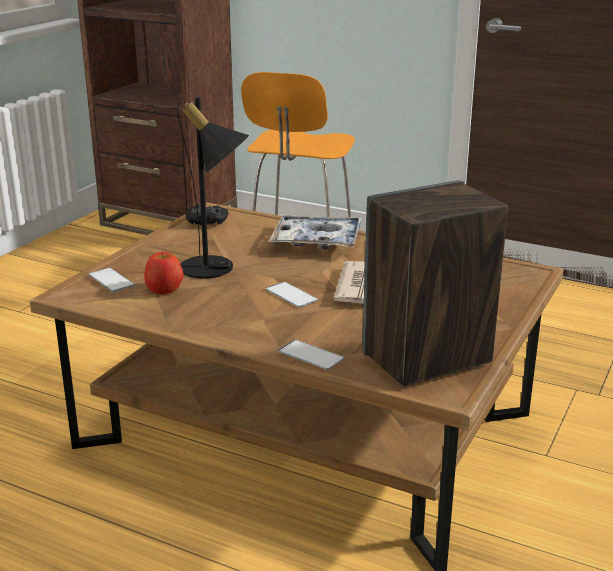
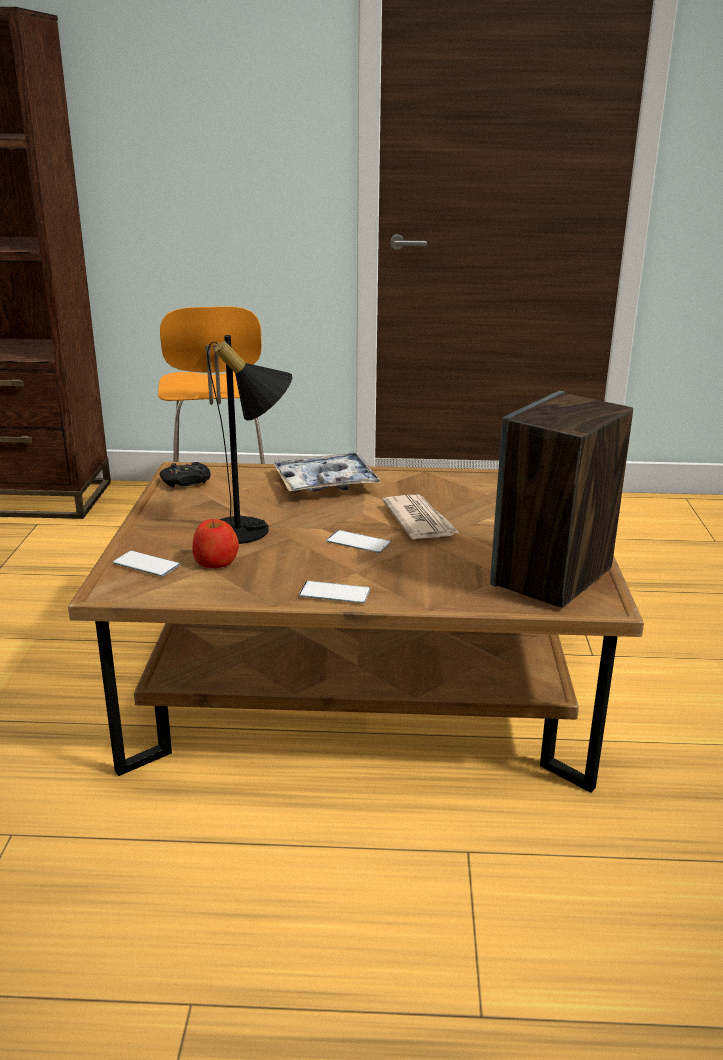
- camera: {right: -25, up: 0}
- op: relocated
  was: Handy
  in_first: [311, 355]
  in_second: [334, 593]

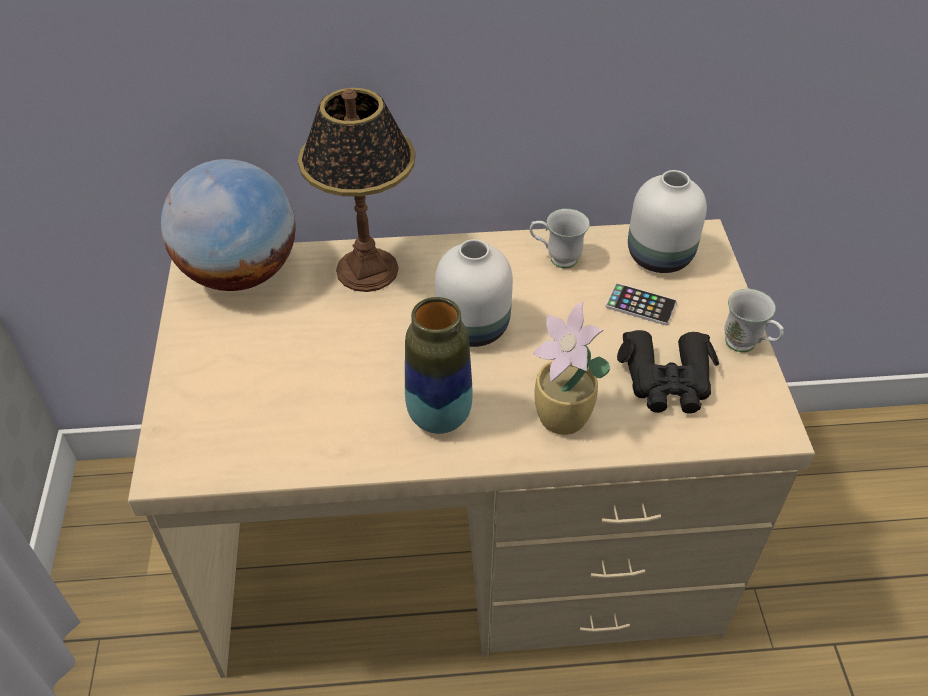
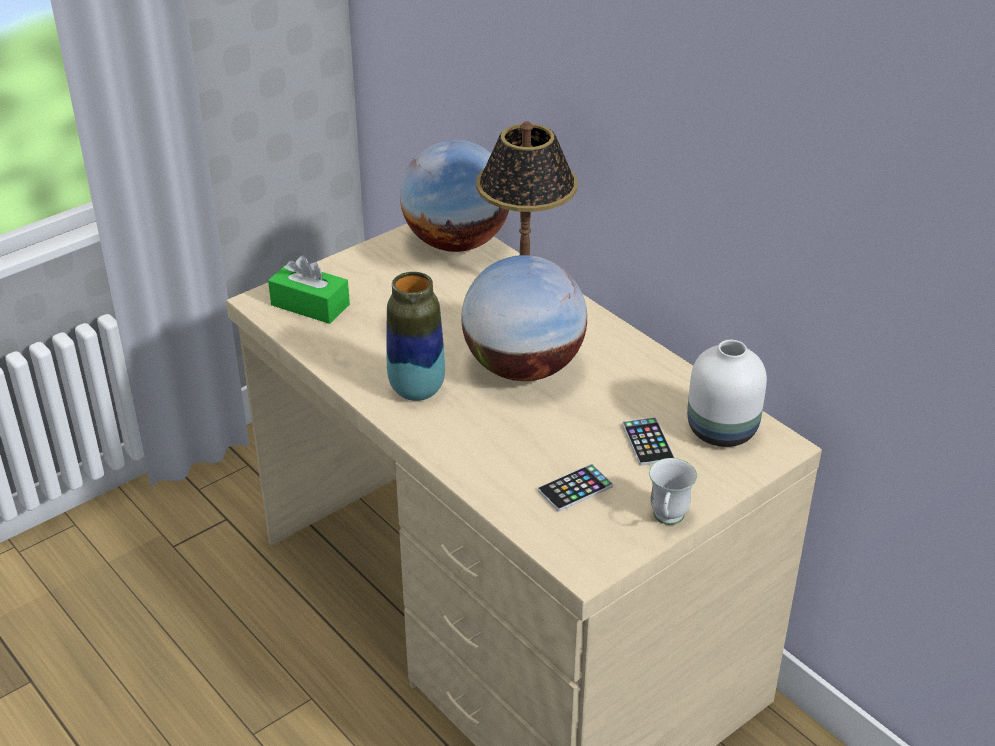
- camera: {right: 55, up: -10}
- op: missing
  was: Henkelbecher [weiß]
  in_first: [556, 259]
- op: missing
  was: Topfpflanze
  in_first: [562, 420]
- op: appeared
  now: Taschentuchbox [grün]
  in_second: [310, 305]
- op: exchanged
  was: Vase [weiß]
  now: Globus
  in_first: [475, 327]
  in_second: [523, 368]
- op: exchanged
  was: Fernglas [schwarz]
  now: Handy
  in_first: [667, 381]
  in_second: [575, 488]

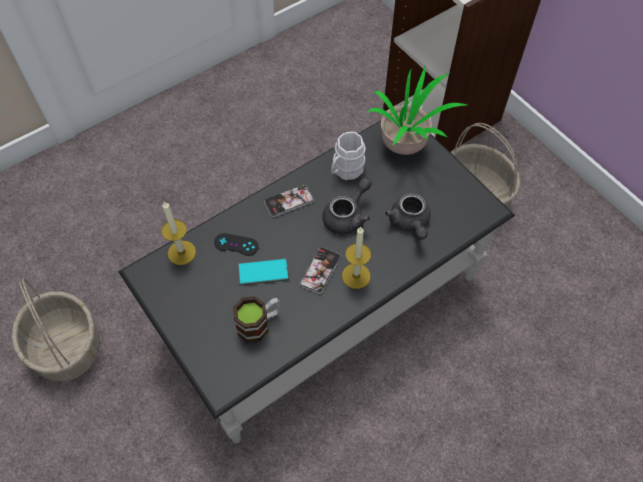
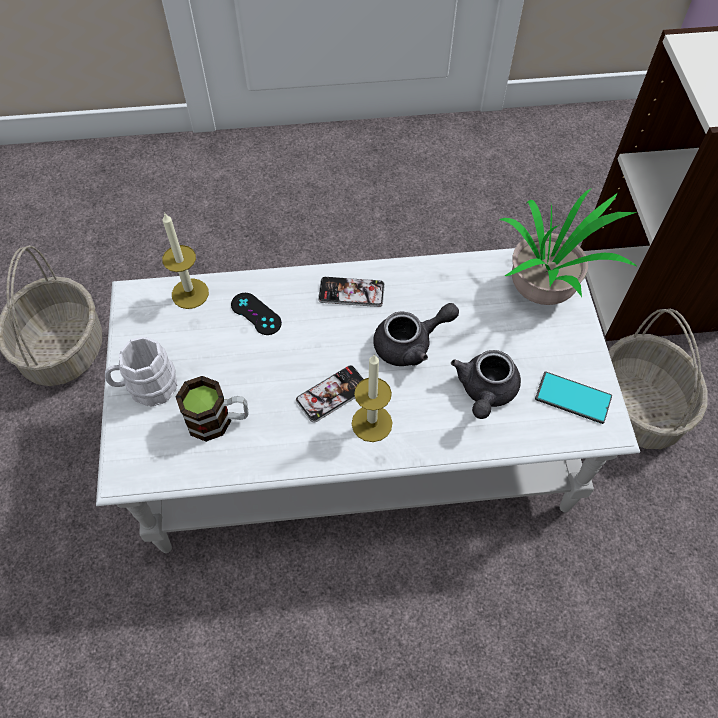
- camera: {right: 30, up: 0}
- op: relocated
  was: Handy
  in_first: [263, 272]
  in_second: [572, 398]
- op: relocated
  was: Henkelbecher [weiß]
  in_first: [345, 170]
  in_second: [147, 388]
- op: colour
  was: Couchtisch [schwarz]
  now: Couchtisch [weiß]
  in_first: [321, 305]
  in_second: [359, 445]

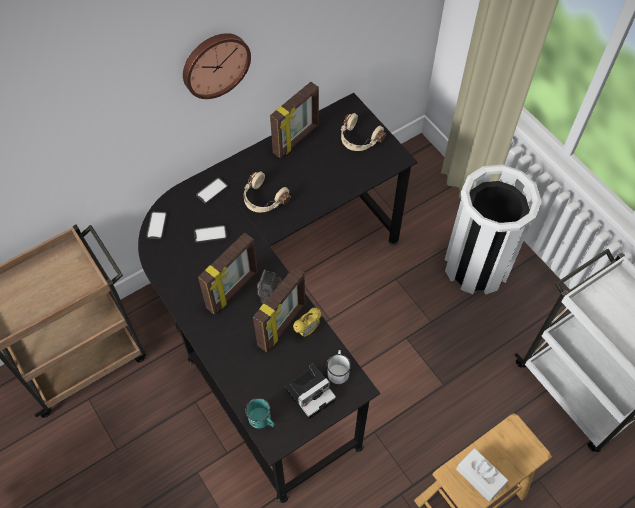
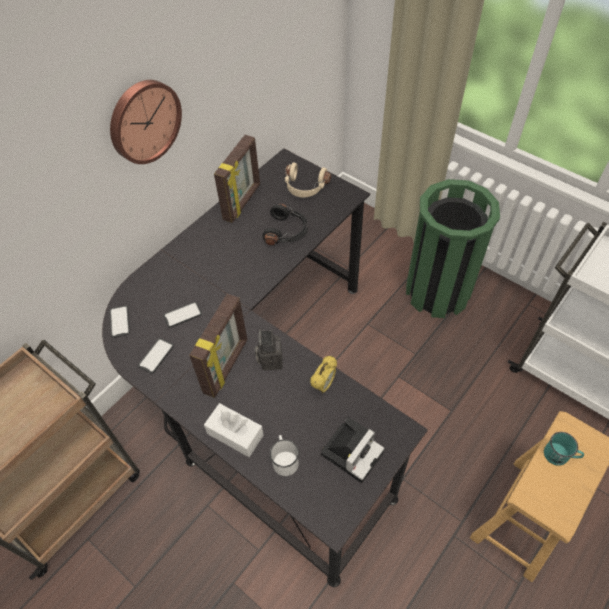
- camera: {right: -15, up: -5}
- op: missing
  was: Kopfhörer [beige]
  in_first: [263, 199]
- op: missing
  was: Bilderrahmen
  in_first: [282, 325]
- op: appeared
  now: Kopfhörer [schwarz]
  in_second: [287, 232]
- op: relocated
  was: Handy
  in_first: [212, 191]
  in_second: [156, 356]
- op: relocated
  was: Henkelbecher [türkis]
  in_first: [262, 420]
  in_second: [560, 455]
- op: relocated
  was: Henkelbecher [weiß]
  in_first: [338, 370]
  in_second: [284, 459]
- op: relocated
  was: Taschentuchbox [weiß]
  in_first: [480, 477]
  in_second: [235, 434]
- op: colour
  was: Mülleimer [weiß]
  now: Mülleimer [grün]
  in_first: [477, 266]
  in_second: [437, 292]

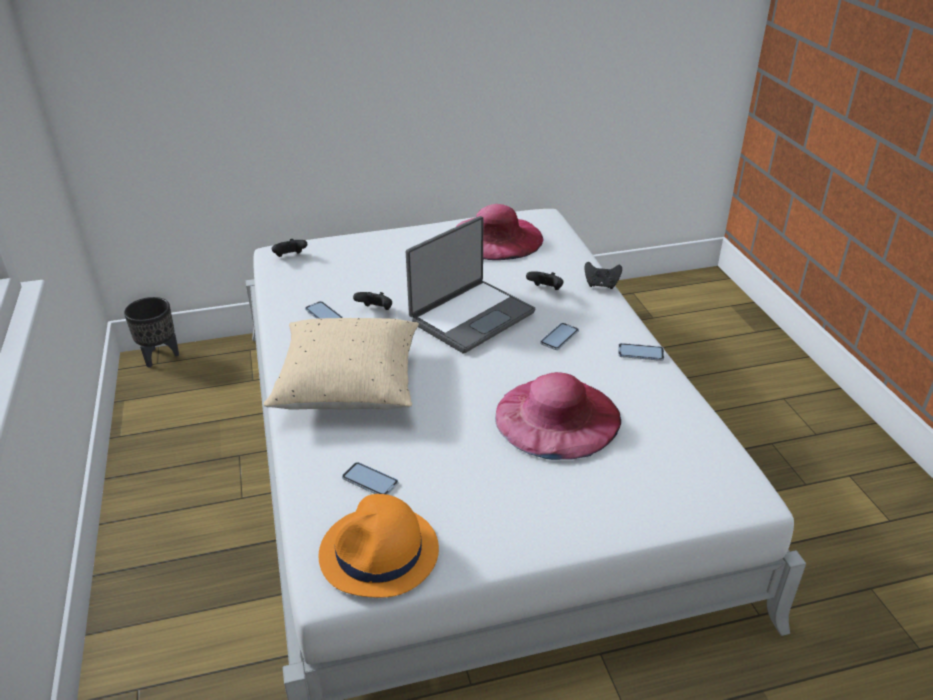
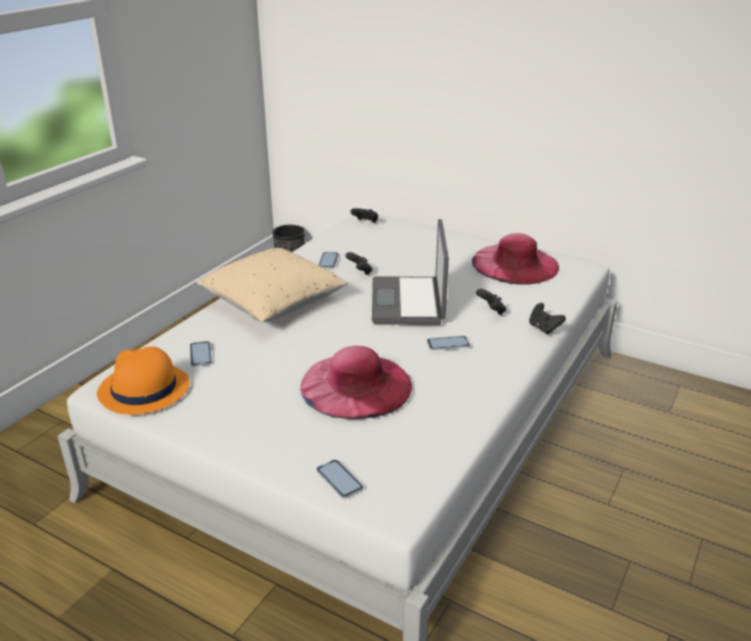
- camera: {right: 45, up: -5}
- op: relocated
  was: Handy
  in_first: [640, 353]
  in_second: [339, 480]
- op: spun
  was: Laptop
  in_first: [471, 316]
  in_second: [409, 302]
  clockwise: 90

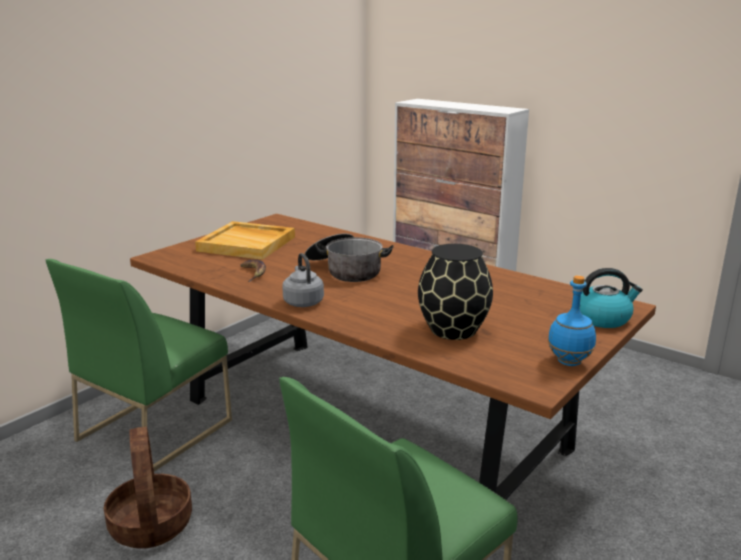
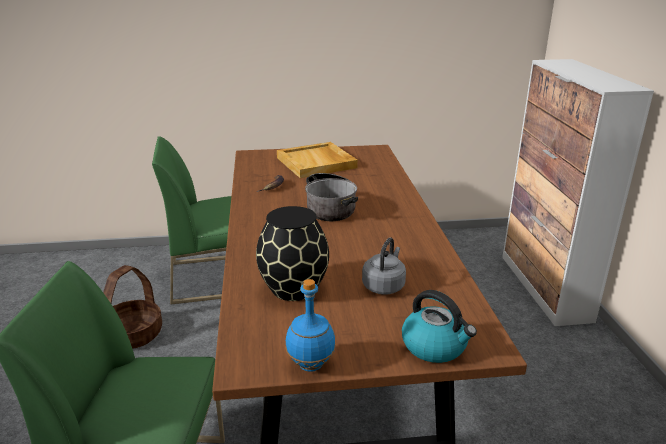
- camera: {right: 45, up: 5}
- op: relocated
  was: Wasserkessel [grau]
  in_first: [303, 302]
  in_second: [384, 285]

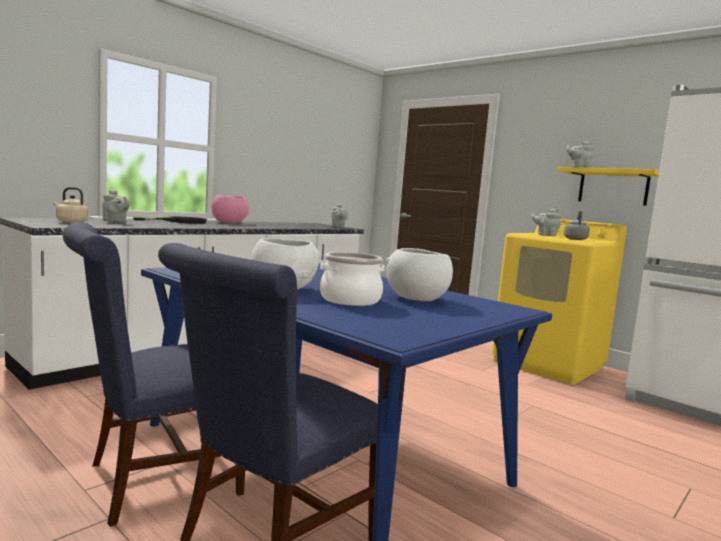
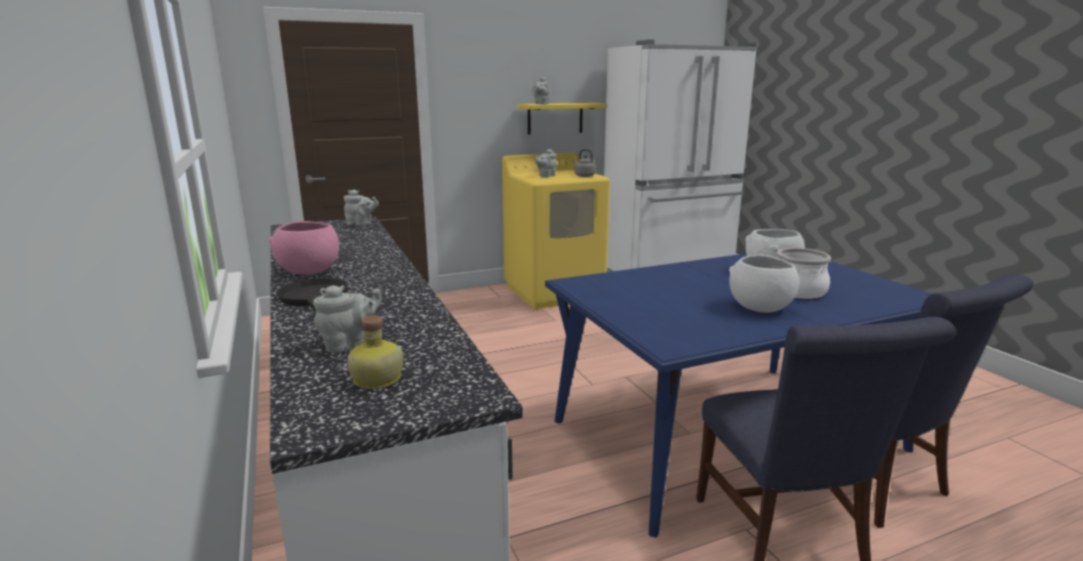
- camera: {right: -65, up: 10}
- op: exchanged
  was: Wasserkessel [beige]
  now: Flasche
  in_first: [70, 222]
  in_second: [377, 380]

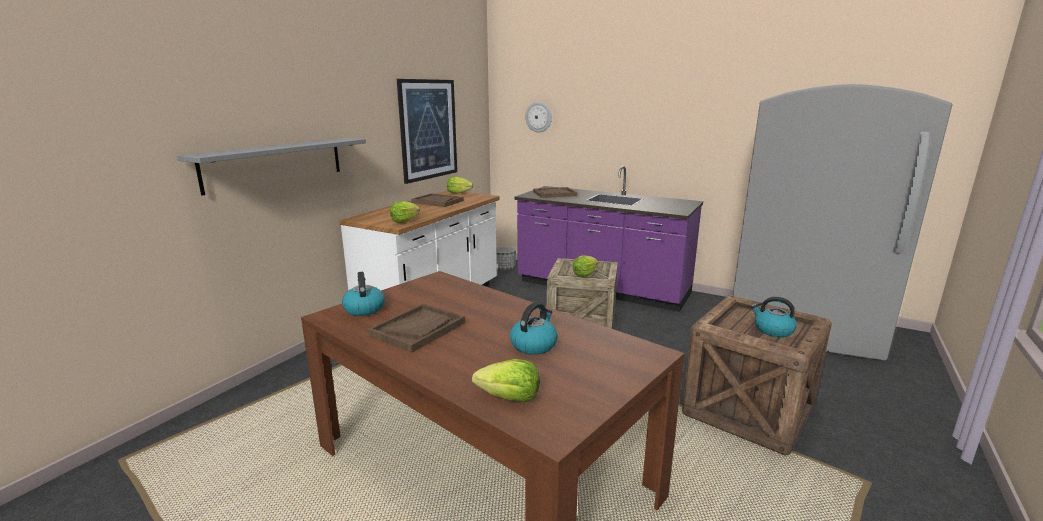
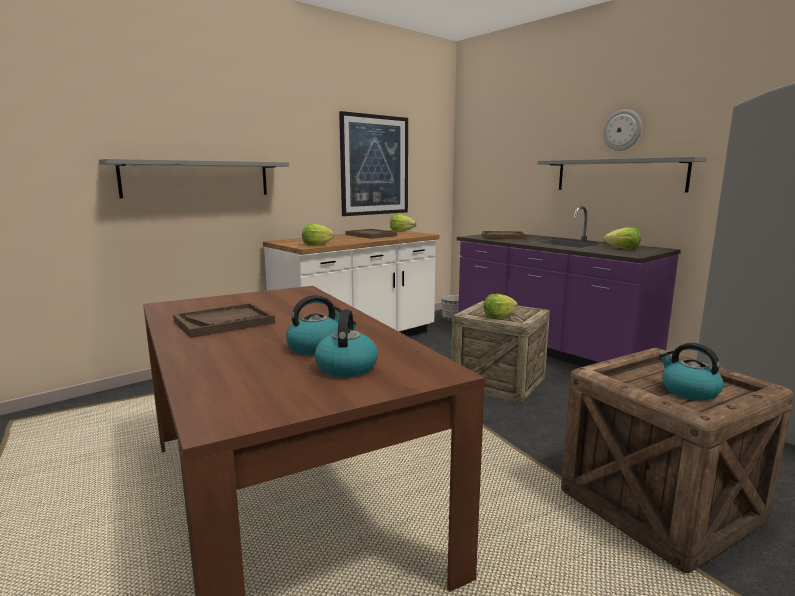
- camera: {right: 20, up: -5}
- op: appeared
  now: Wandregal [grau]
  in_second: [619, 175]
- op: relocated
  was: Wasserkessel
  in_first: [364, 309]
  in_second: [346, 367]
- op: relocated
  was: Salatkopf
  in_first: [509, 398]
  in_second: [623, 249]
- op: relocated
  was: Wanduhr
  in_first: [538, 117]
  in_second: [622, 130]

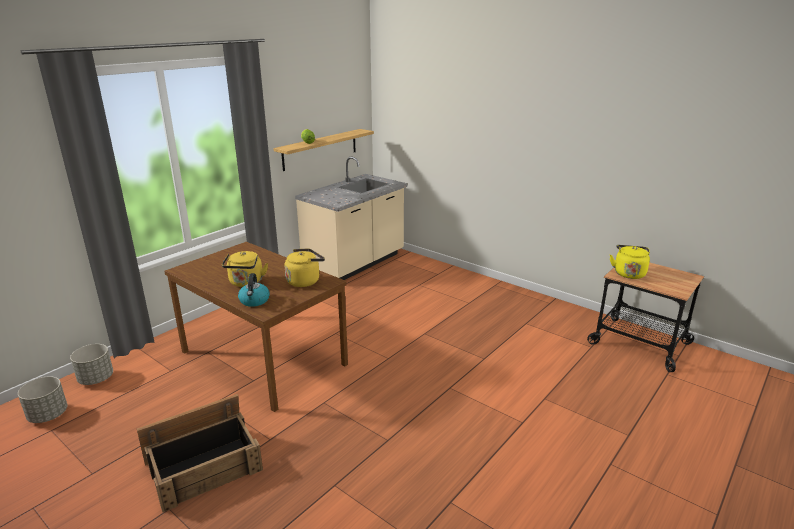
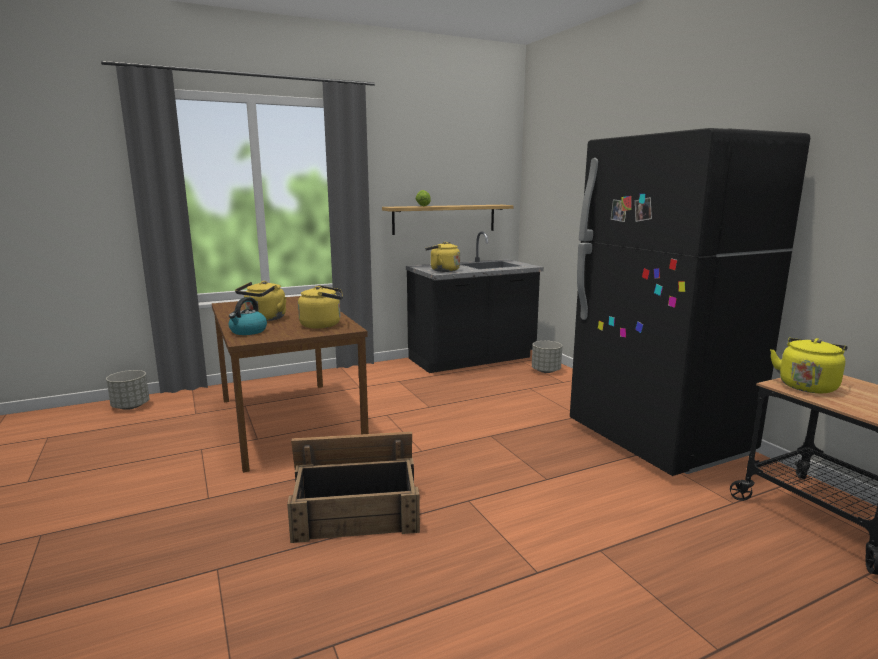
- camera: {right: 25, up: -10}
- op: appeared
  now: Wasserkessel [gelb]
  in_second: [442, 270]
- op: appeared
  now: Kühlschrank [schwarz]
  in_second: [658, 439]
- op: relocated
  was: Pflanzkübel [grau]
  in_first: [48, 415]
  in_second: [546, 371]
- op: relocated
  was: Kiste
  in_first: [204, 465]
  in_second: [356, 509]
- op: colour
  was: Küchenzeile [beige]
  now: Küchenzeile [schwarz]
  in_first: [355, 264]
  in_second: [472, 359]

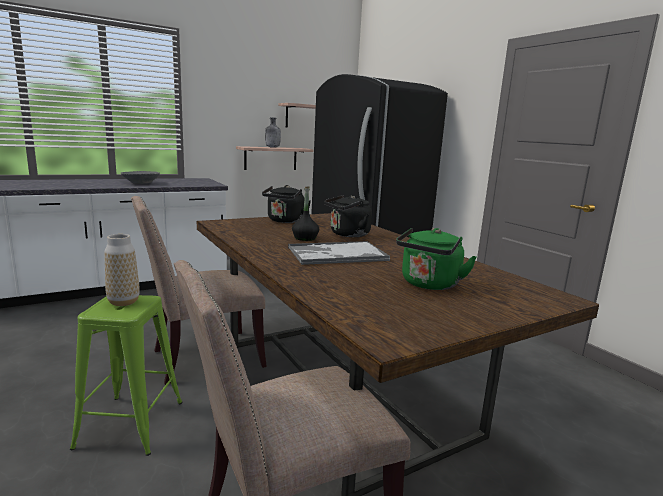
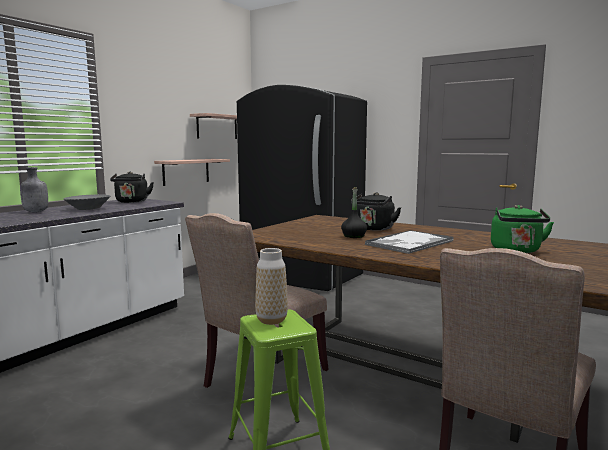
- camera: {right: -25, up: -5}
- op: relocated
  was: Wasserkessel [schwarz]
  in_first: [285, 221]
  in_second: [131, 202]
- op: relocated
  was: Flasche [grau]
  in_first: [272, 147]
  in_second: [35, 212]

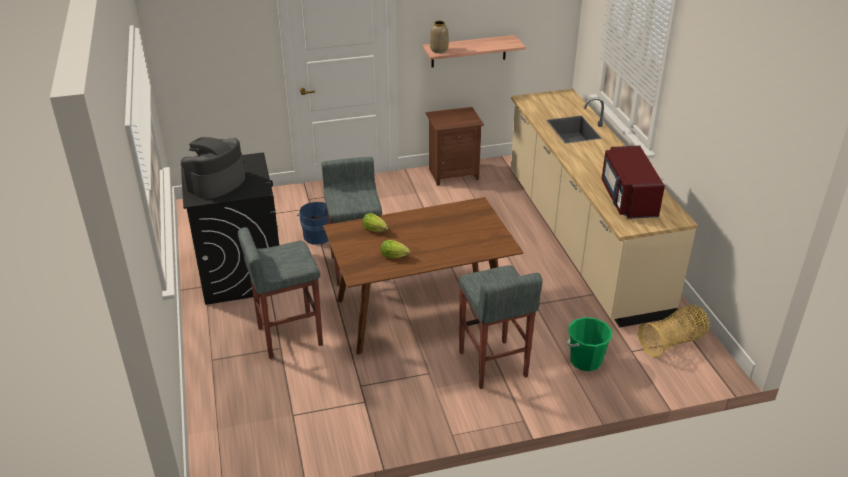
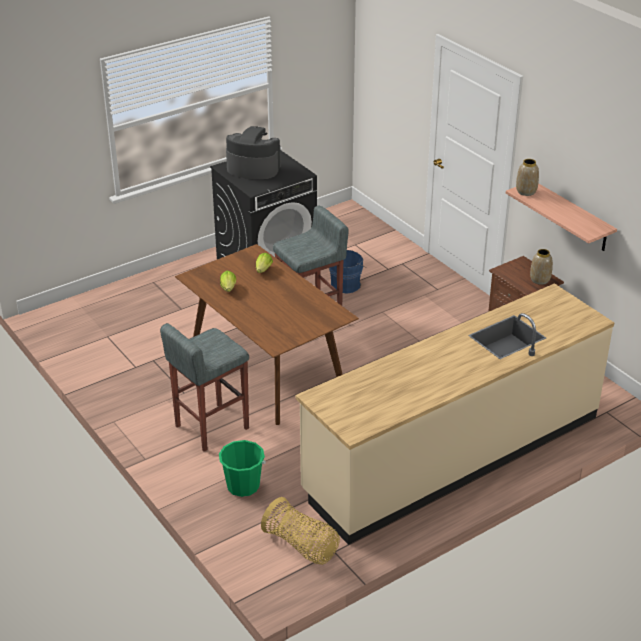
- camera: {right: 70, up: 0}
- op: missing
  was: Hocker [grau]
  in_first: [288, 336]
- op: missing
  was: Mikrowelle [rot]
  in_first: [628, 199]
- op: appeared
  now: Vase
  in_second: [539, 280]

